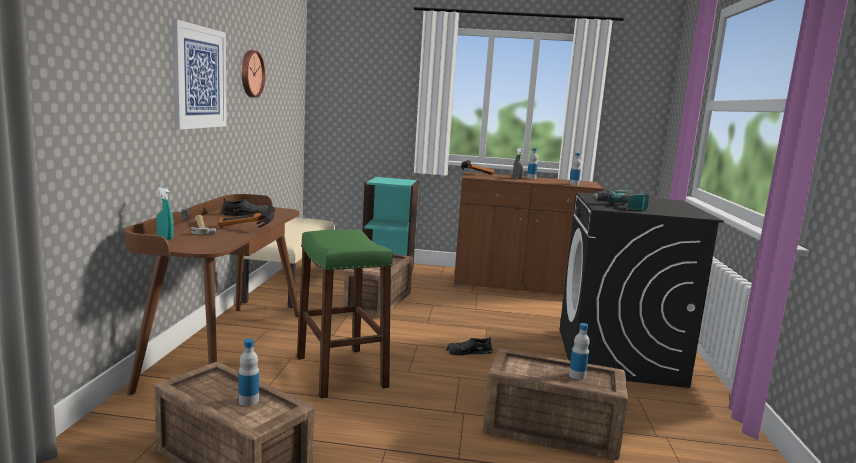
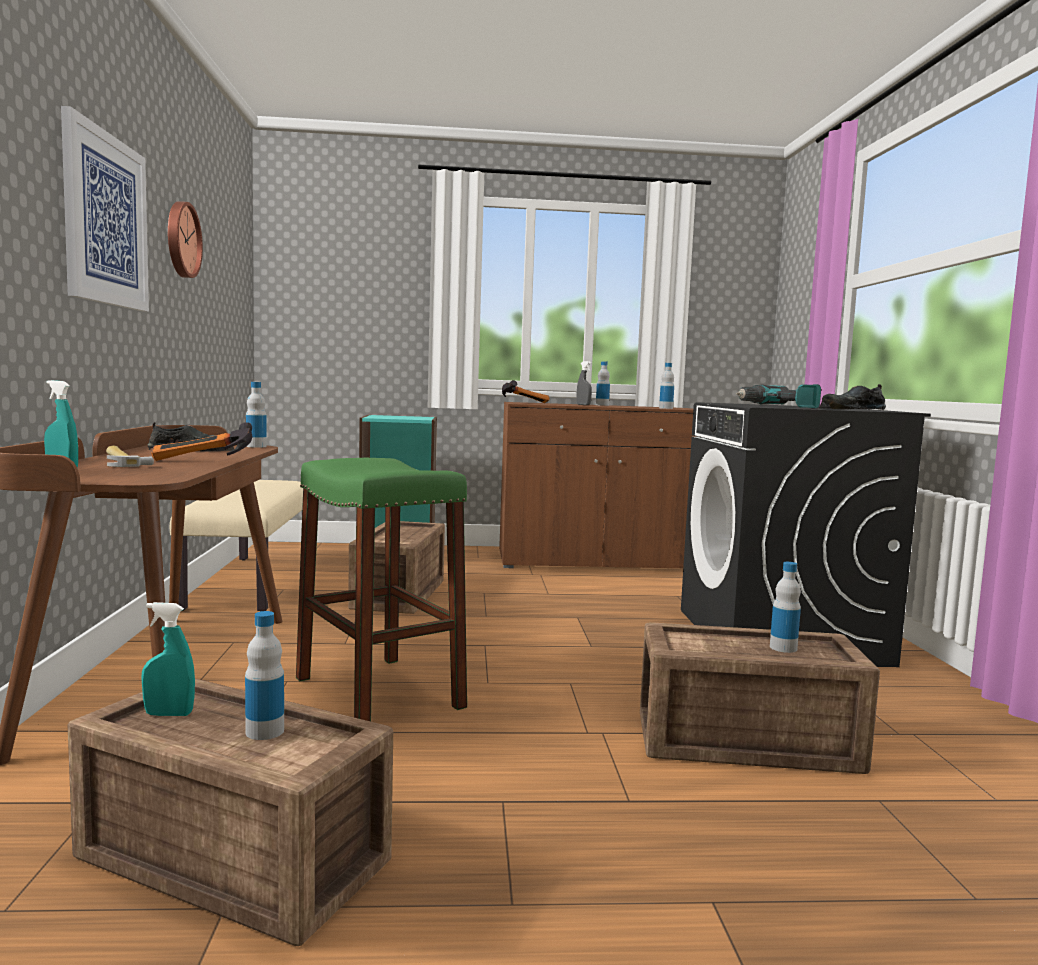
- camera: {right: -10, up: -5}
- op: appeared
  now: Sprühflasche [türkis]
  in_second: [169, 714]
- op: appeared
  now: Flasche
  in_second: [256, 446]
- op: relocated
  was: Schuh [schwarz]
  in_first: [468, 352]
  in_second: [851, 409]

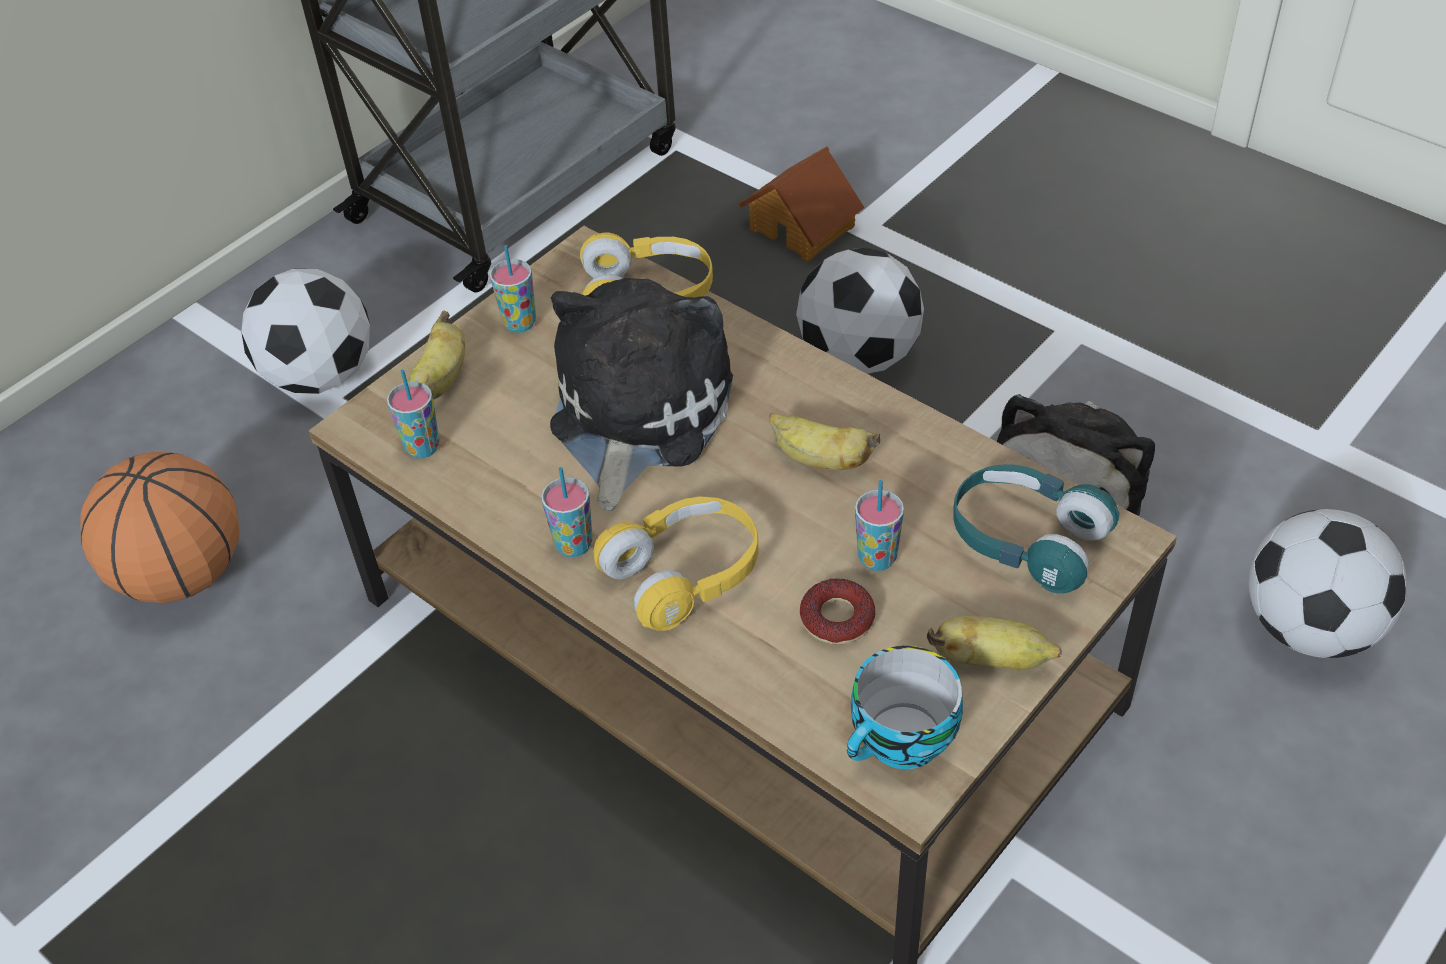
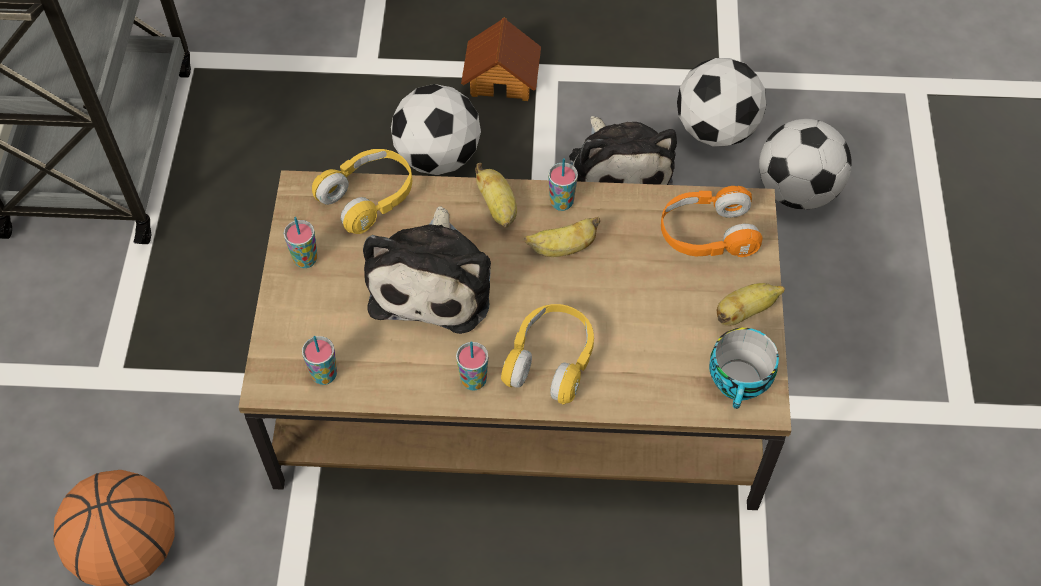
- camera: {right: -40, up: 10}
- op: missing
  was: Donut
  in_first: [837, 618]
- op: relocated
  was: Fußball
  in_first: [320, 375]
  in_second: [716, 130]
- op: relocated
  was: Banane
  in_first: [440, 381]
  in_second: [498, 208]
- op: relocated
  was: Spielzeughaus
  in_first: [803, 226]
  in_second: [502, 77]
- op: relocated
  was: Tasse
  in_first: [877, 558]
  in_second: [561, 202]
- op: colour
  was: Kopfhörer [türkis]
  now: Kopfhörer [orange]
  in_first: [1026, 540]
  in_second: [707, 234]
- op: spun
  was: Plüschtier
  in_first: [635, 415]
  in_second: [434, 280]
  clockwise: -150

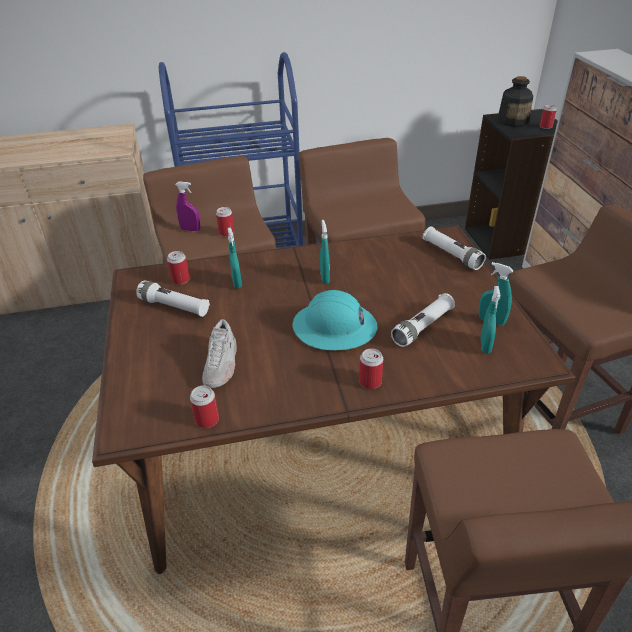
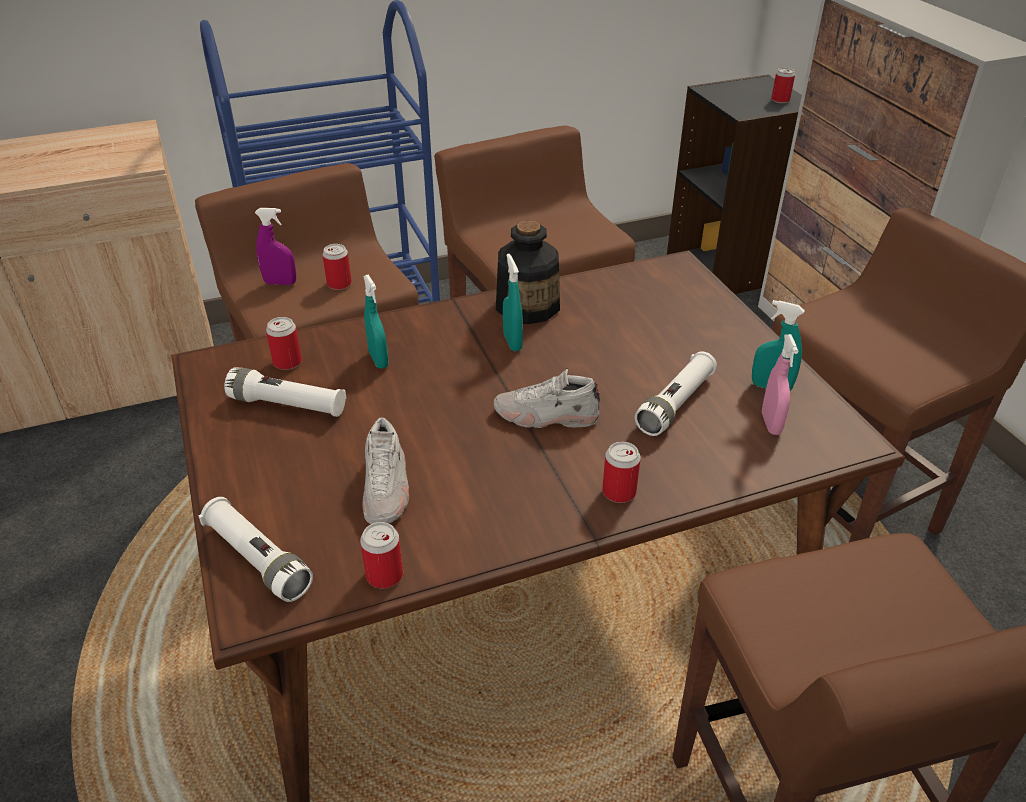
- camera: {right: -10, up: 0}
- op: relocated
  was: Taschenlampe [weiß]
  in_first: [451, 255]
  in_second: [258, 559]
- op: relocated
  was: Flasche
  in_first: [513, 121]
  in_second: [528, 306]
- op: exchanged
  was: Schutzhelm [türkis]
  now: Schuh [weiß]
  in_first: [334, 327]
  in_second: [546, 416]
- op: colour
  was: Sprühflasche [türkis]
  now: Sprühflasche [rosa]
  in_first: [485, 346]
  in_second: [771, 424]

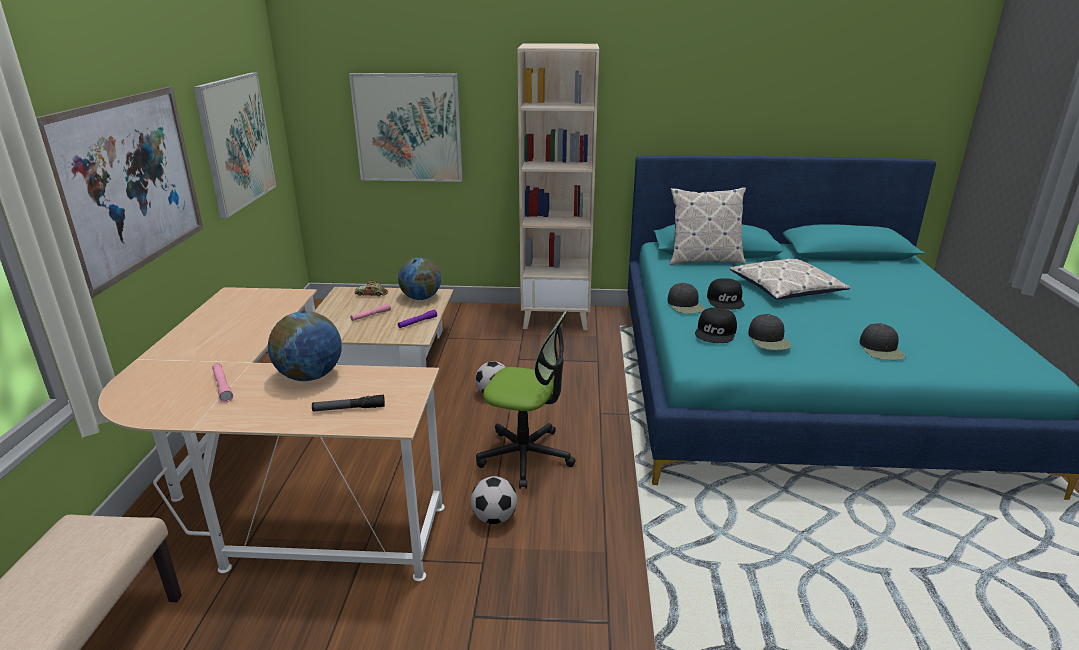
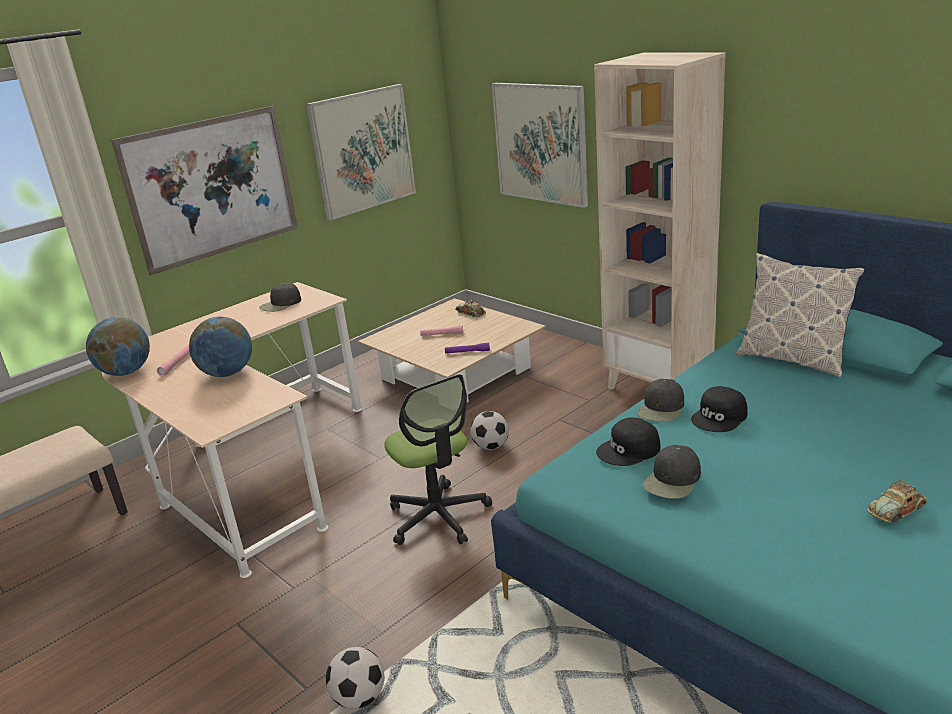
- camera: {right: 45, up: 0}
- op: missing
  was: Taschenlampe
  in_first: [349, 409]
- op: missing
  was: Kissen
  in_first: [786, 288]
- op: appeared
  now: Spielzeugauto
  in_second: [897, 509]
- op: relocated
  was: Globus
  in_first: [421, 298]
  in_second: [126, 372]
- op: relocated
  was: Fußball
  in_first: [494, 518]
  in_second: [359, 698]
- op: relocated
  was: Kappe [schwarz]
  in_first: [881, 349]
  in_second: [281, 304]

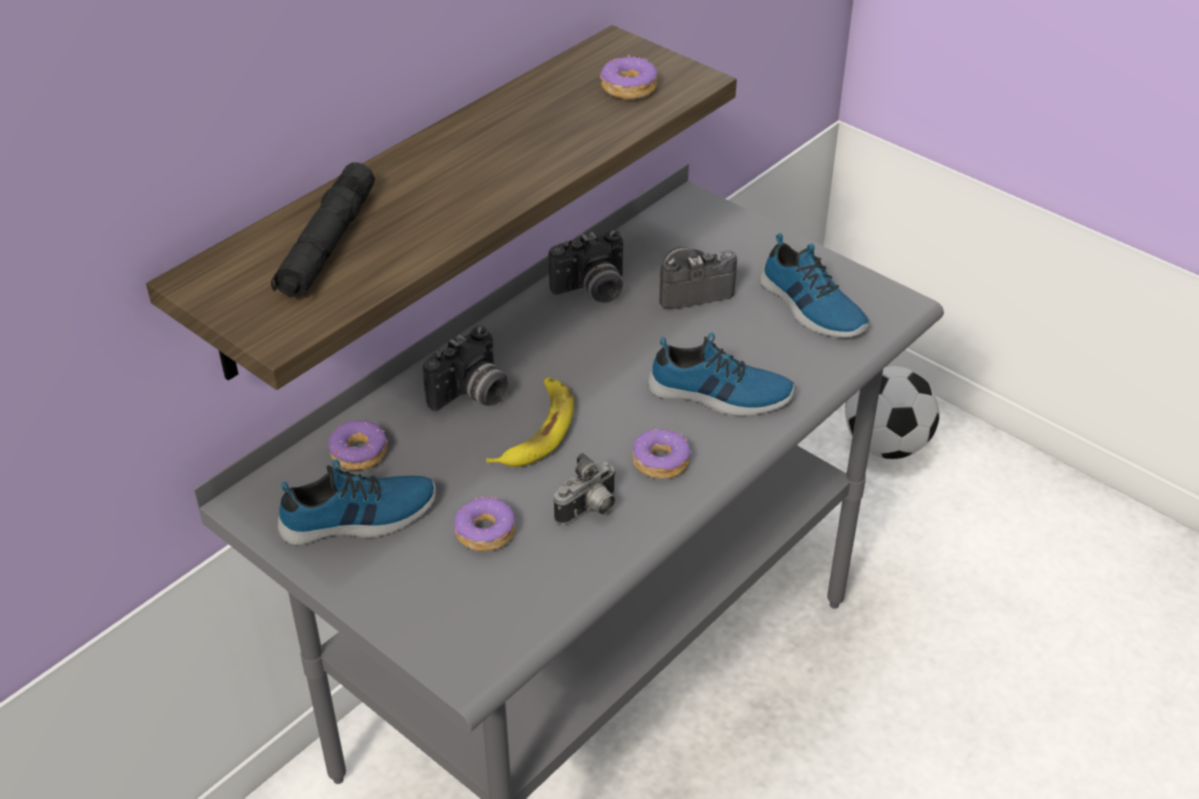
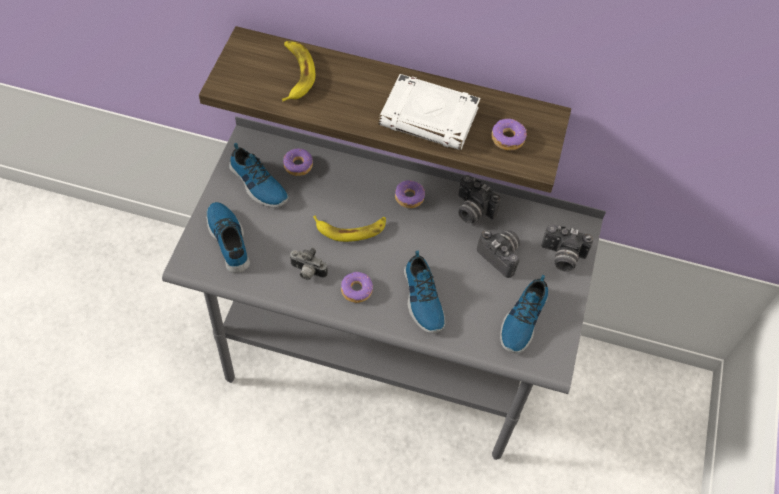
- camera: {right: 60, up: 15}
- op: missing
  was: Fußball
  in_first: [886, 445]
- op: appeared
  now: Schuh
  in_second: [229, 239]
- op: appeared
  now: Buch [weiß]
  in_second: [430, 117]
- op: relocated
  was: Kamera
  in_first: [472, 395]
  in_second: [562, 257]
- op: relocated
  was: Donut
  in_first: [484, 532]
  in_second: [409, 197]
- op: exchanged
  was: Taschenlampe [schwarz]
  now: Banane
  in_first: [327, 244]
  in_second: [295, 74]

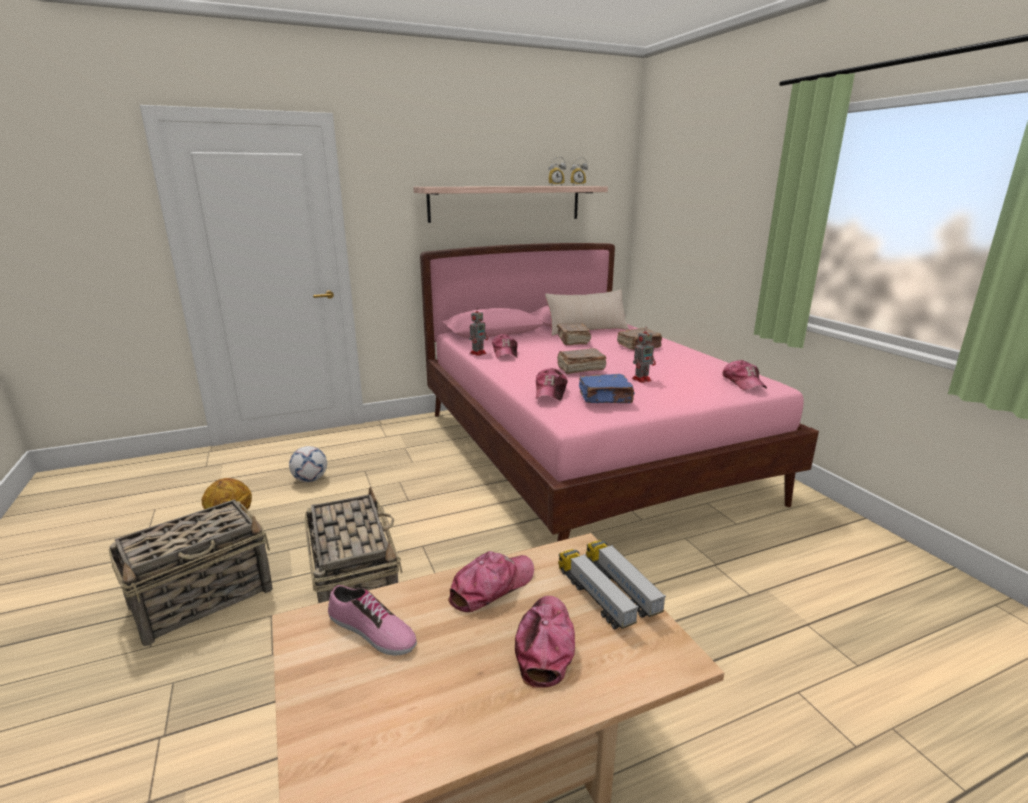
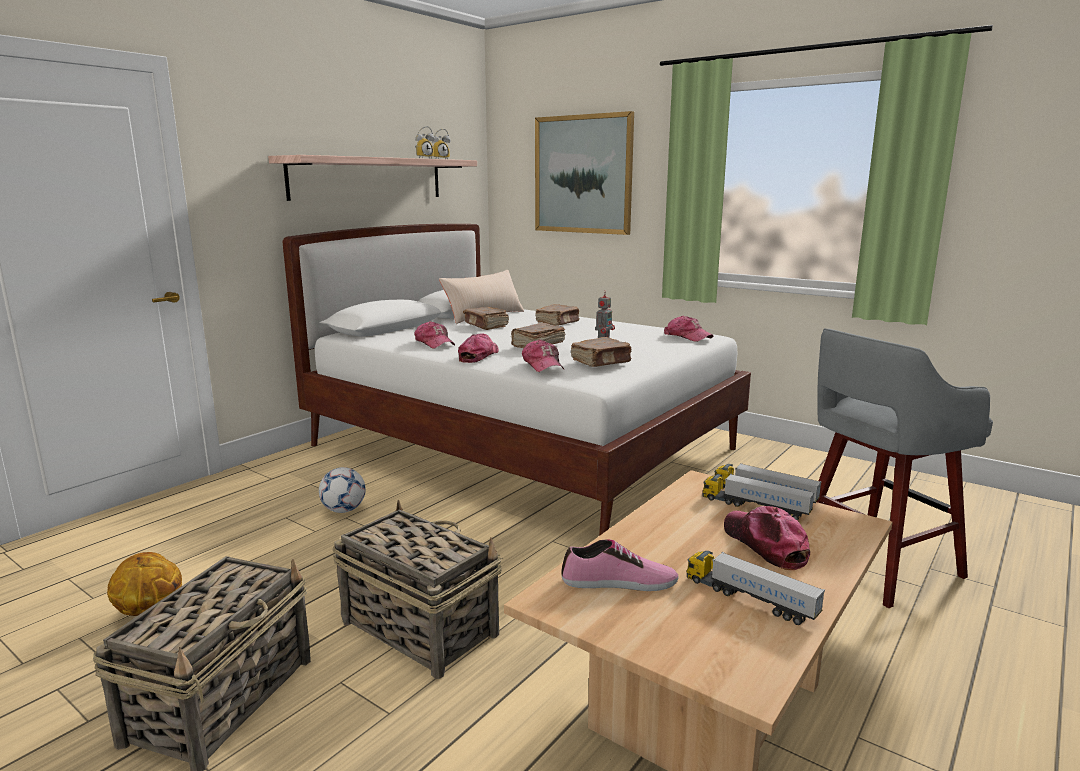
- camera: {right: -30, up: -5}
- op: missing
  was: Spielzeugroboter
  in_first: [478, 353]
- op: appeared
  now: Bild
  in_second: [583, 174]
- op: appeared
  now: Spielzeuglaster
  in_second: [749, 599]
- op: appeared
  now: Hocker [grau]
  in_second: [873, 565]
- op: relocated
  was: Fußball
  in_first: [310, 479]
  in_second: [344, 510]
- op: relocated
  was: Kappe
  in_first: [491, 586]
  in_second: [478, 355]
- op: colour
  was: Bett [rosa]
  now: Bett [weiß]
  in_first: [585, 453]
  in_second: [522, 446]
- op: colour
  was: Buch [blau]
  now: Buch [braun]
  in_first: [606, 398]
  in_second: [601, 362]

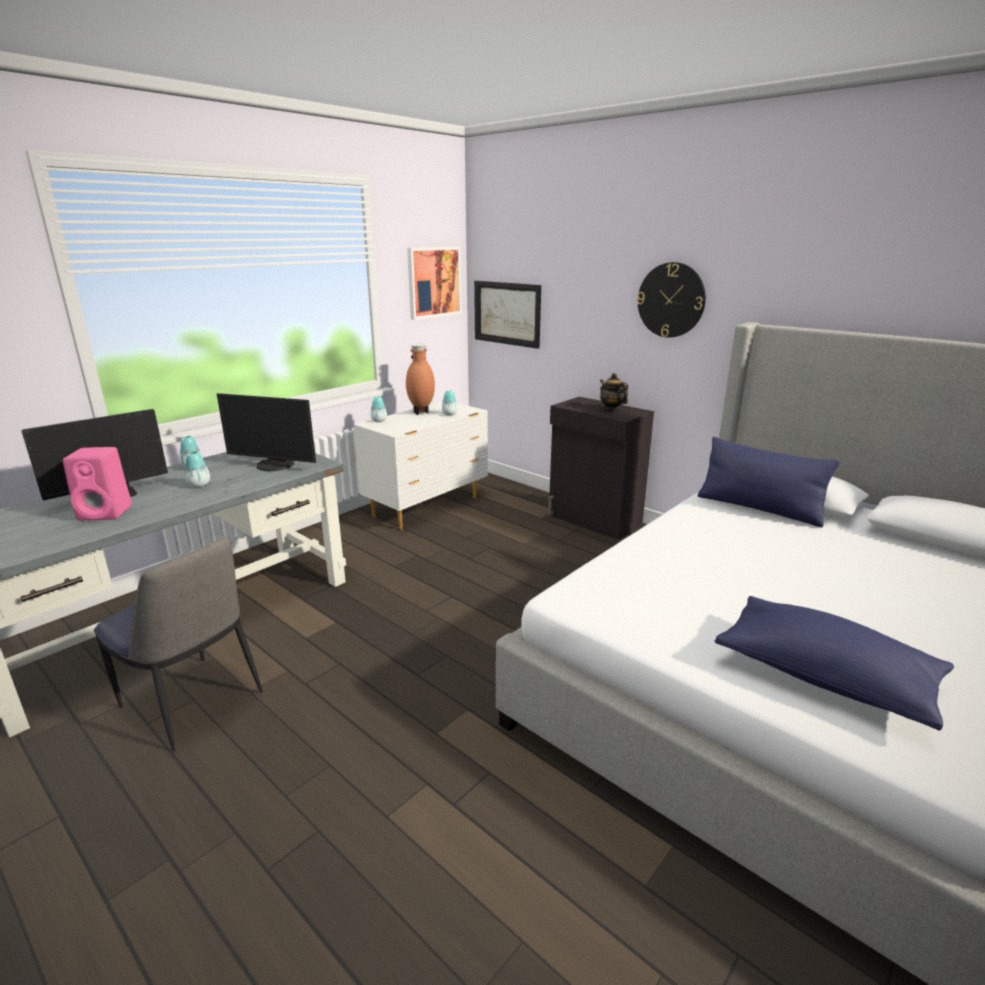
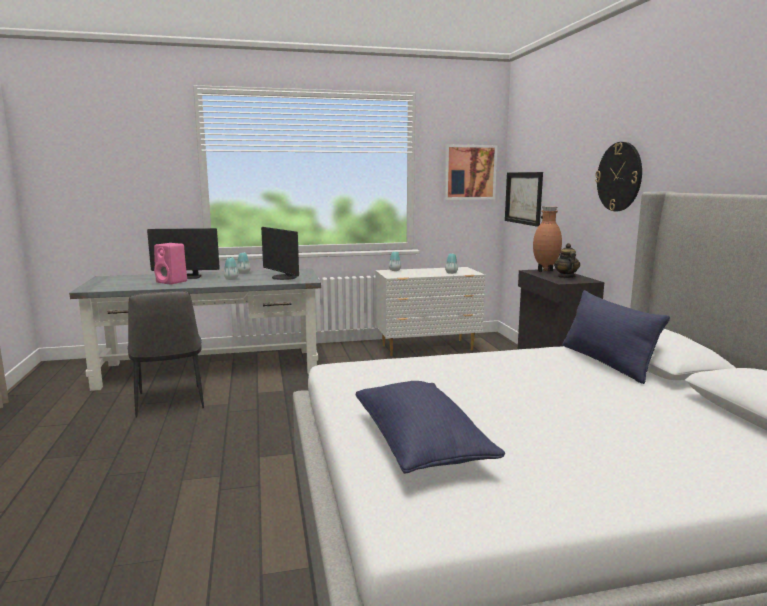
- camera: {right: 35, up: -10}
- op: relocated
  was: Vase [braun]
  in_first: [422, 412]
  in_second: [545, 271]

